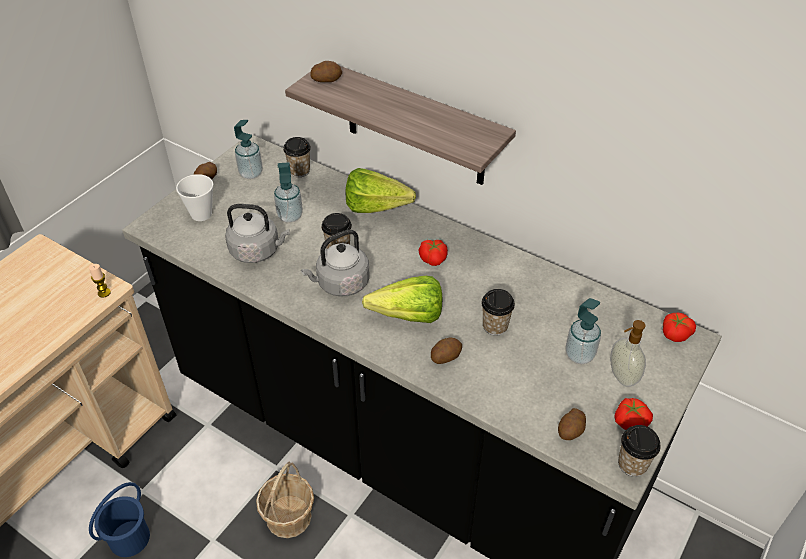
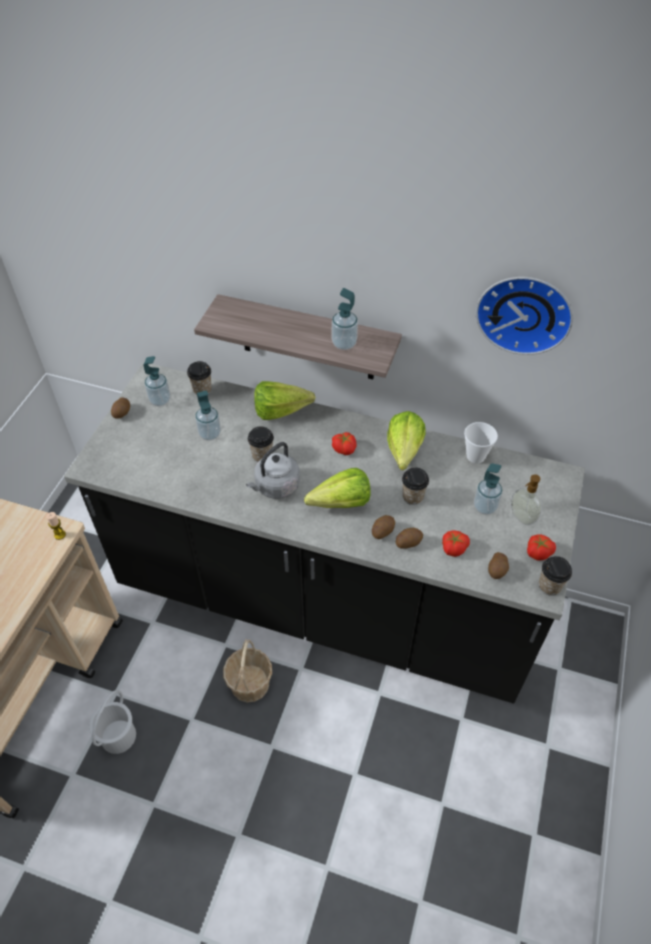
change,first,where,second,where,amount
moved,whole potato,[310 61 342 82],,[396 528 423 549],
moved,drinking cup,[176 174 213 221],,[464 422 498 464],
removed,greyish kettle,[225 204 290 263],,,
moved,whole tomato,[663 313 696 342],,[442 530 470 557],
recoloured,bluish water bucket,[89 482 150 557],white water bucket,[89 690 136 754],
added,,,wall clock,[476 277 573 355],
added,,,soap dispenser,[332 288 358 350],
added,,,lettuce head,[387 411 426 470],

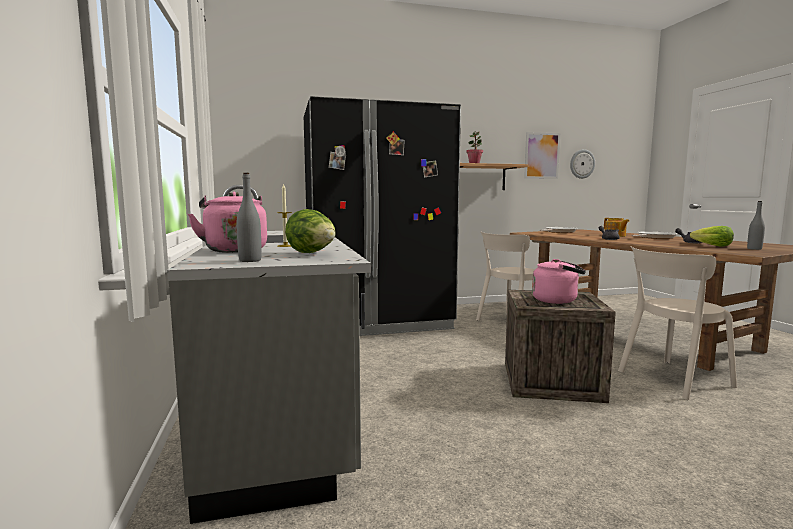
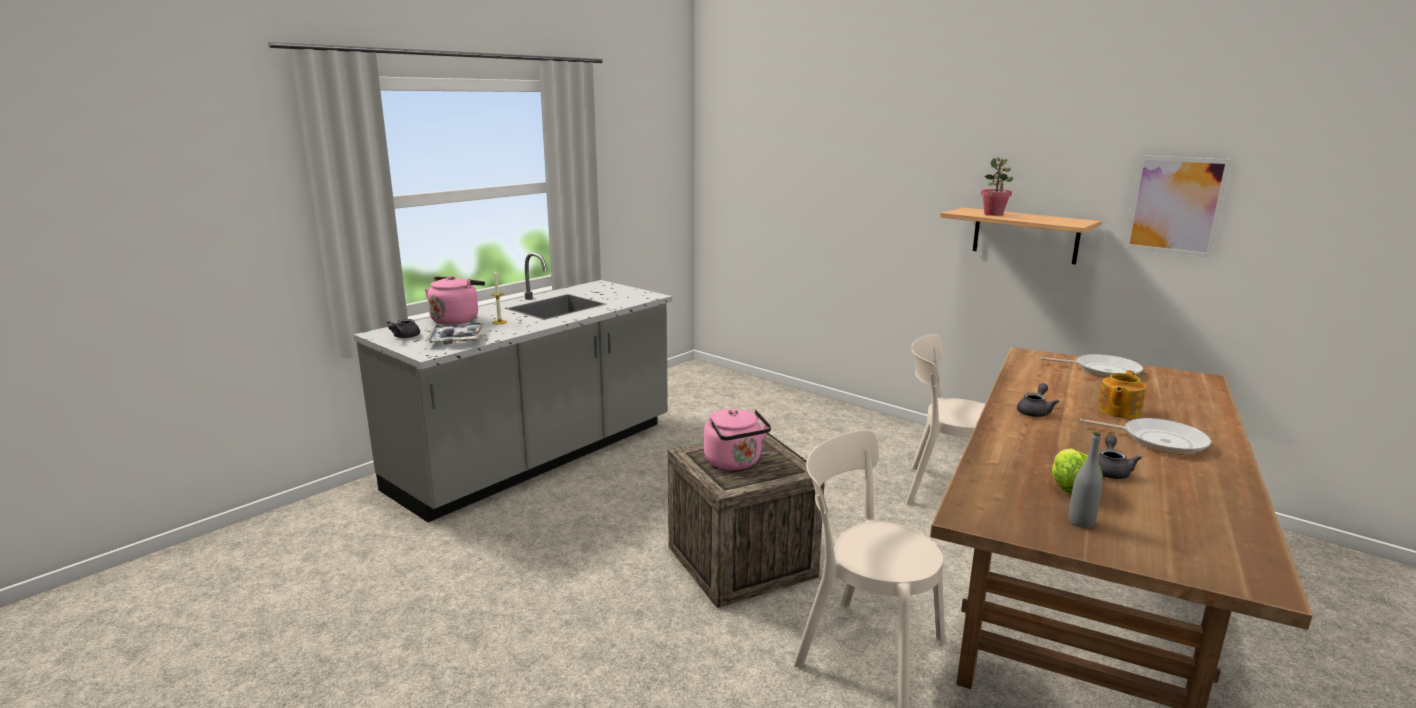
change,first,where,second,where,amount
removed,black-coloured fridge,[304 96 461 336],,,
removed,wall clock,[570 149 595 179],,,
replaced,greyish beverage bottle,[236 173 262 262],greyish teapot,[387 319 420 338],
replaced,lettuce head,[285 209 336 253],tray,[425 323 484 345],

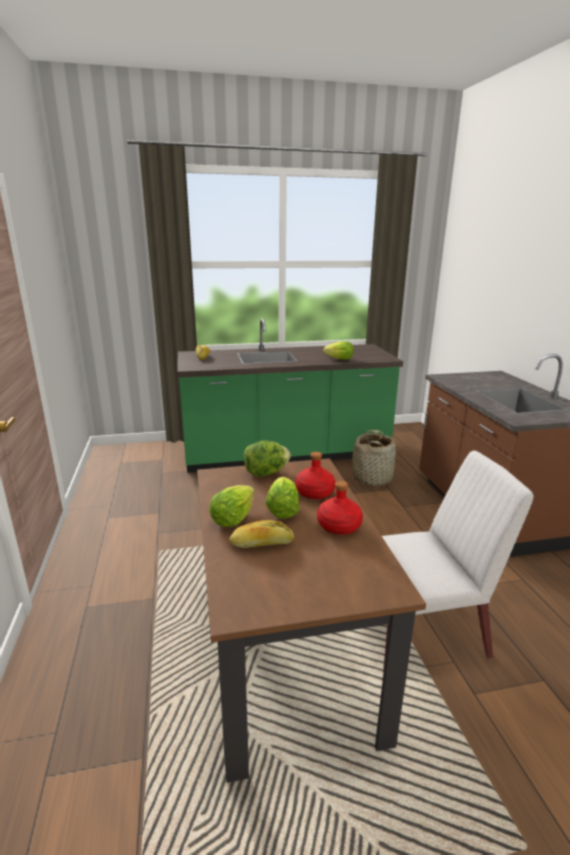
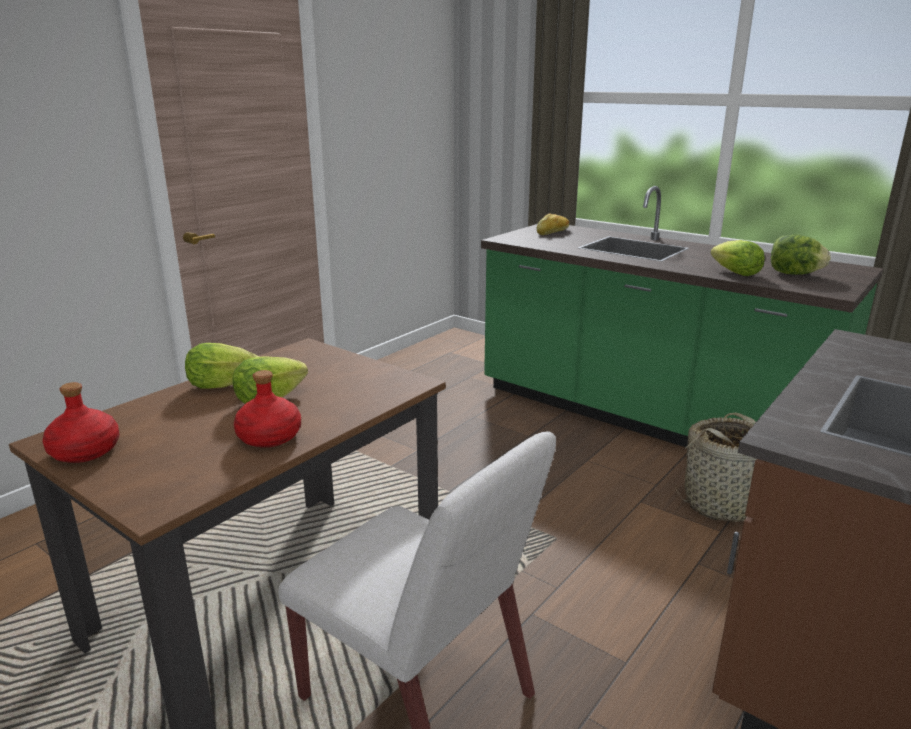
change,first,where,second,where,amount
moved,lettuce head,[244 441 291 476],,[771 235 831 275],
moved,red-coloured beverage bottle,[295 452 336 499],,[43 382 120 463],
removed,bakery bread,[229 520 294 548],,,

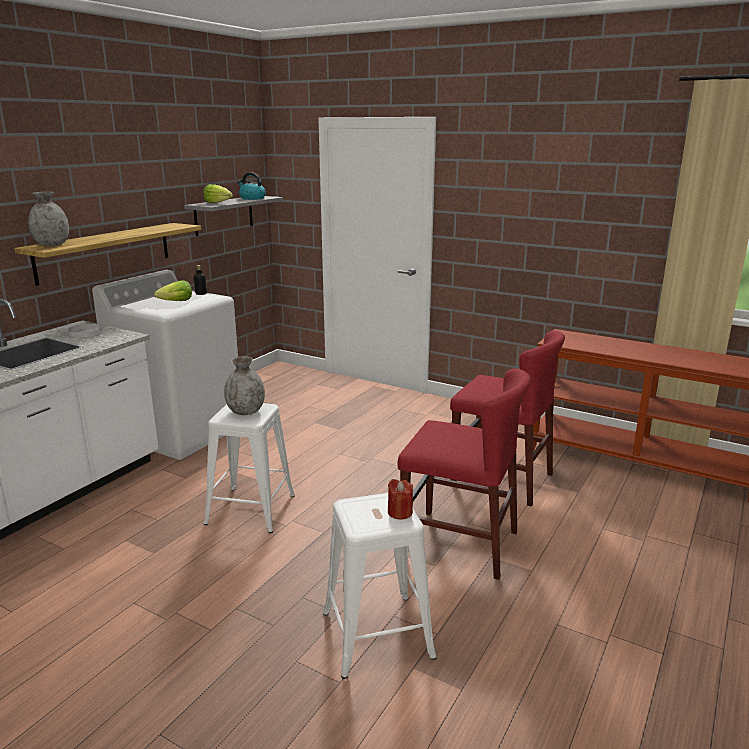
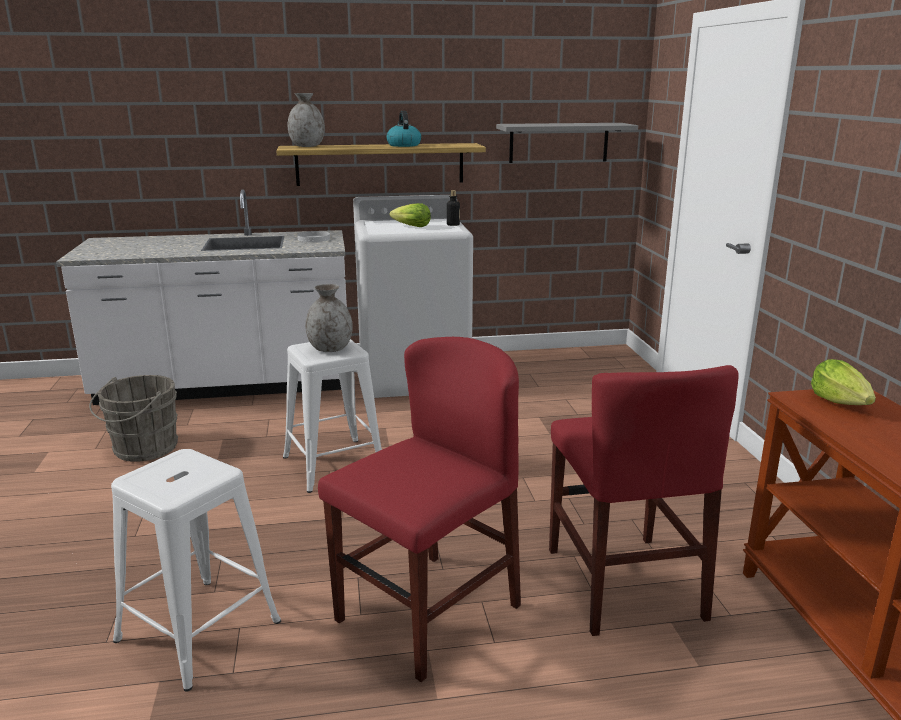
change,first,where,second,where,amount
moved,kettle,[237 172 266 200],,[387 111 421 147],
moved,lettuce head,[203 184 233 203],,[811 359 876 405],
turned,red-coloured plain chair,[398 368 531 580],,[318 337 521 682],120 degrees counterclockwise
removed,red-coloured wax light,[388 479 413 520],,,
added,,,greyish water bucket,[89 375 178 462],

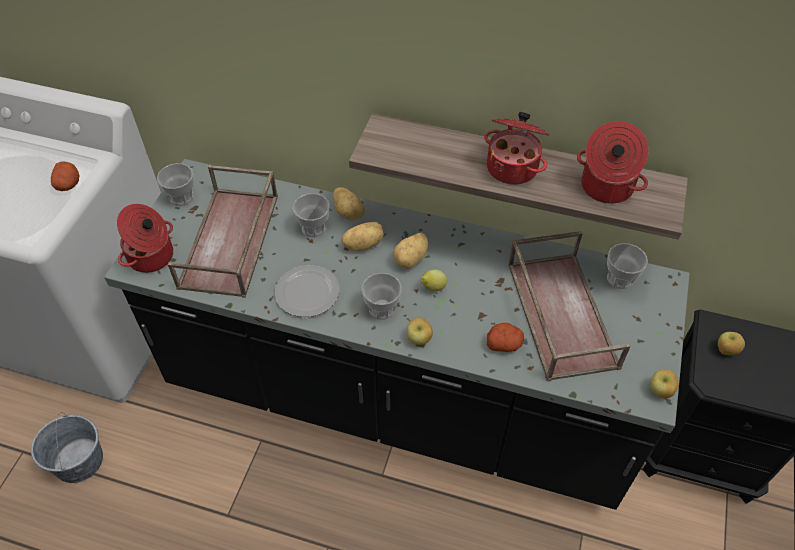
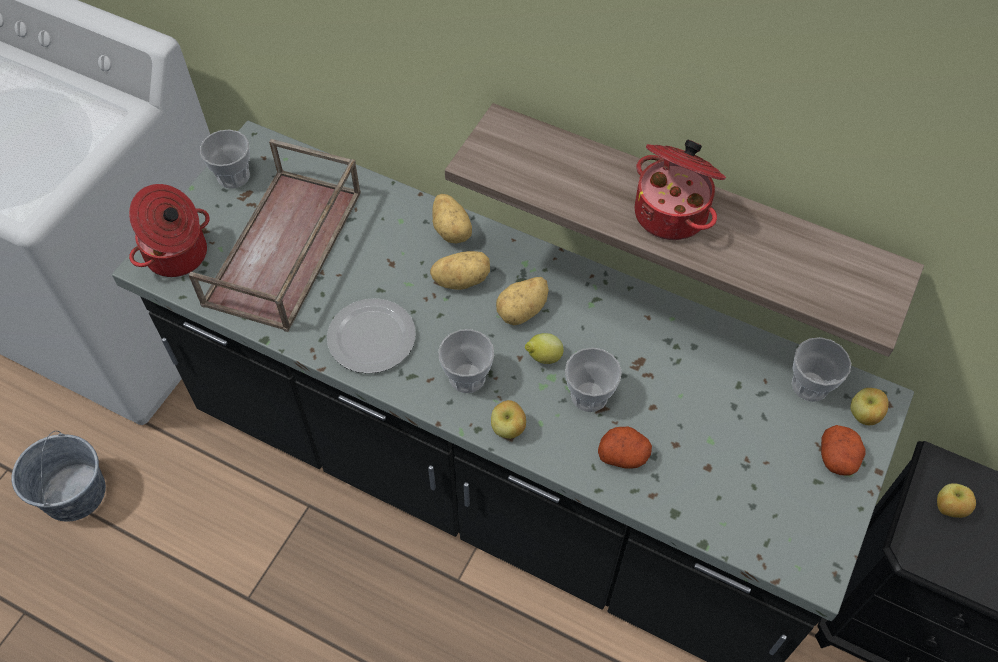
change,first,where,second,where,amount
removed,stockpot,[577 121 649 204],,,
moved,whole potato,[51 161 80 191],,[821 425 866 476],
moved,drinking cup,[293 193 330 237],,[565 347 622 412],
removed,brown tray,[508 231 631 381],,,
moved,apple fruit,[650 369 679 399],,[850 388 889 425],

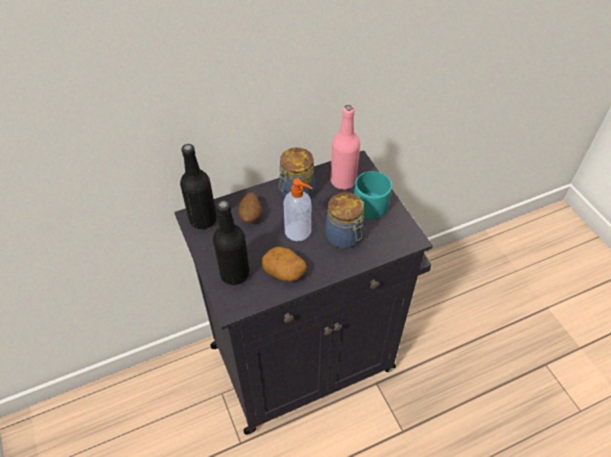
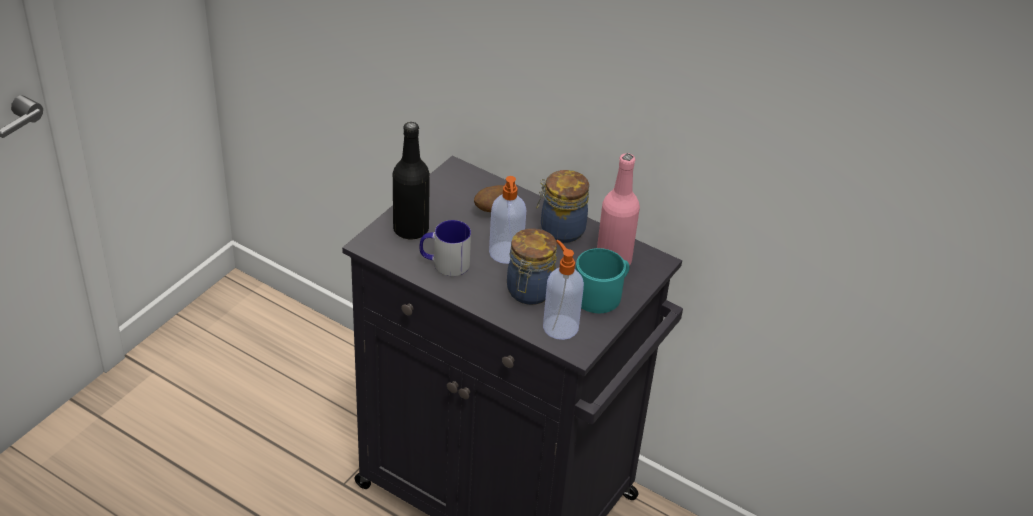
change,first,where,second,where,amount
removed,black-coloured beverage bottle,[180 144 217 229],,,
replaced,whole potato,[262 247 307 282],tea mug,[419 220 471 276],
added,,,soap dispenser,[543 240 584 340],

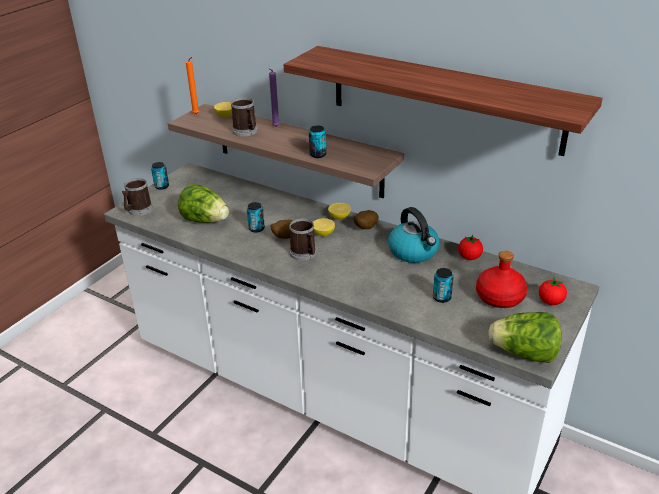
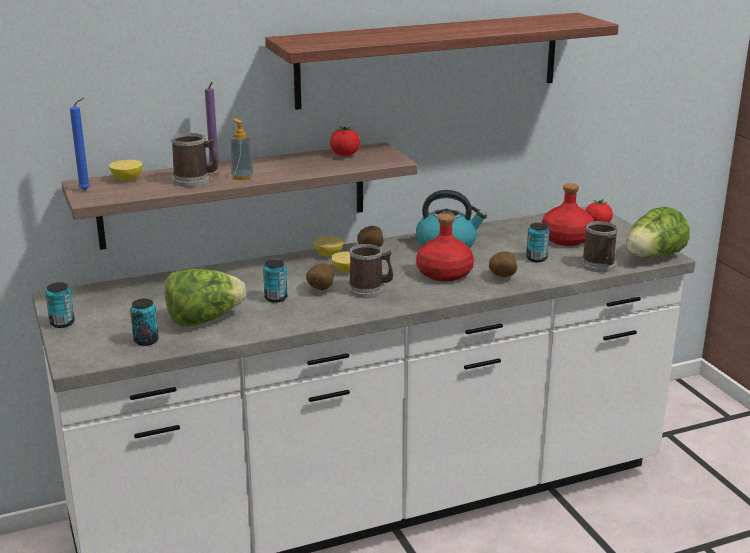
change,first,where,second,where,amount
recoloured,orange wax light,[186 57 199 114],bluish wax light,[70 98 90 190],
moved,can,[309 125 327 158],,[130 299 159 346],
moved,tea mug,[122 178 153 216],,[581 221 617 272],
moved,whole tomato,[458 235 483 260],,[330 126 360 156],
added,,,soap dispenser,[231 119 253 180],
added,,,red-coloured beverage bottle,[416 214 474 282],
added,,,whole potato,[489 251 517 278],

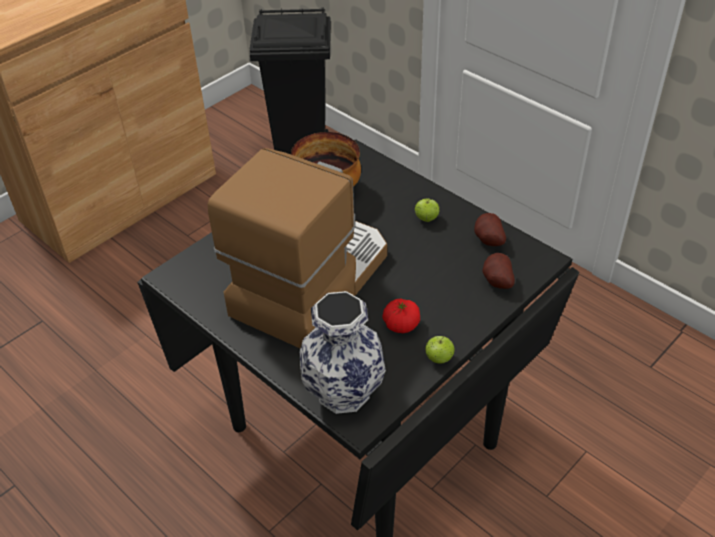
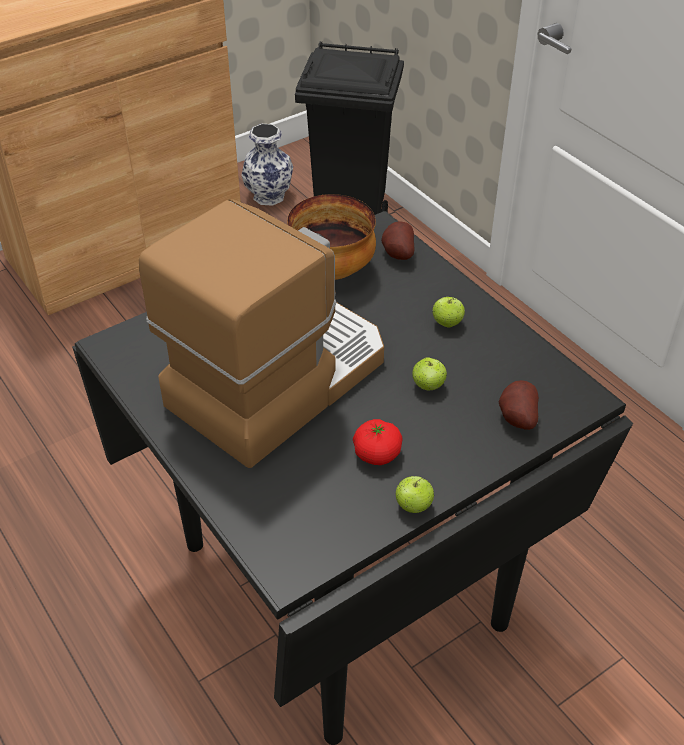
change,first,where,second,where,amount
moved,whole potato,[474 213 506 246],,[381 221 414 260],
moved,decorative vase,[299 291 386 414],,[241 124 293 206],
added,,,apple fruit,[412 357 447 390],

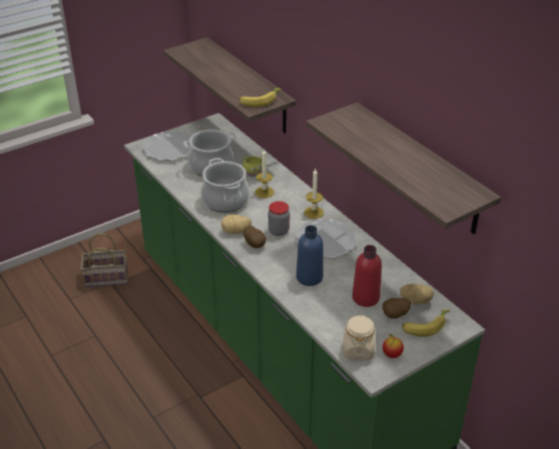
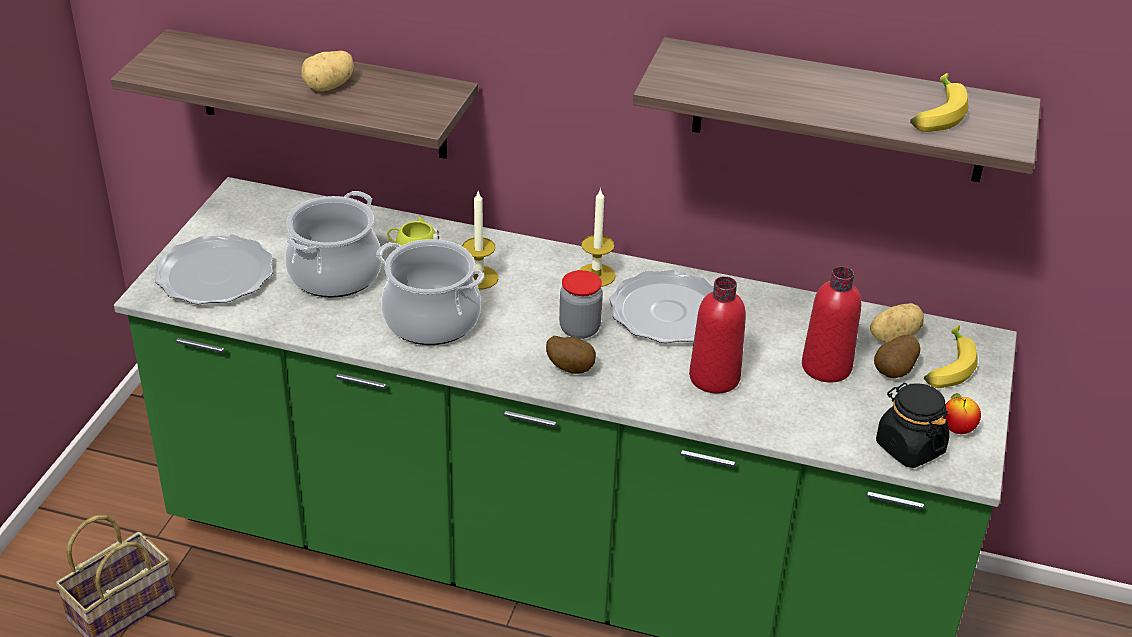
change,first,where,second,where,amount
moved,banana fruit,[239 88 281 107],,[910 73 968 132],
moved,whole potato,[221 214 252 234],,[301 51 354 91],
recoloured,bluish beverage bottle,[296 225 323 286],red-coloured beverage bottle,[689 276 746 394],
recoloured,sand-coloured preserve jar,[343 314 375 360],black-coloured preserve jar,[876 383 950 468],

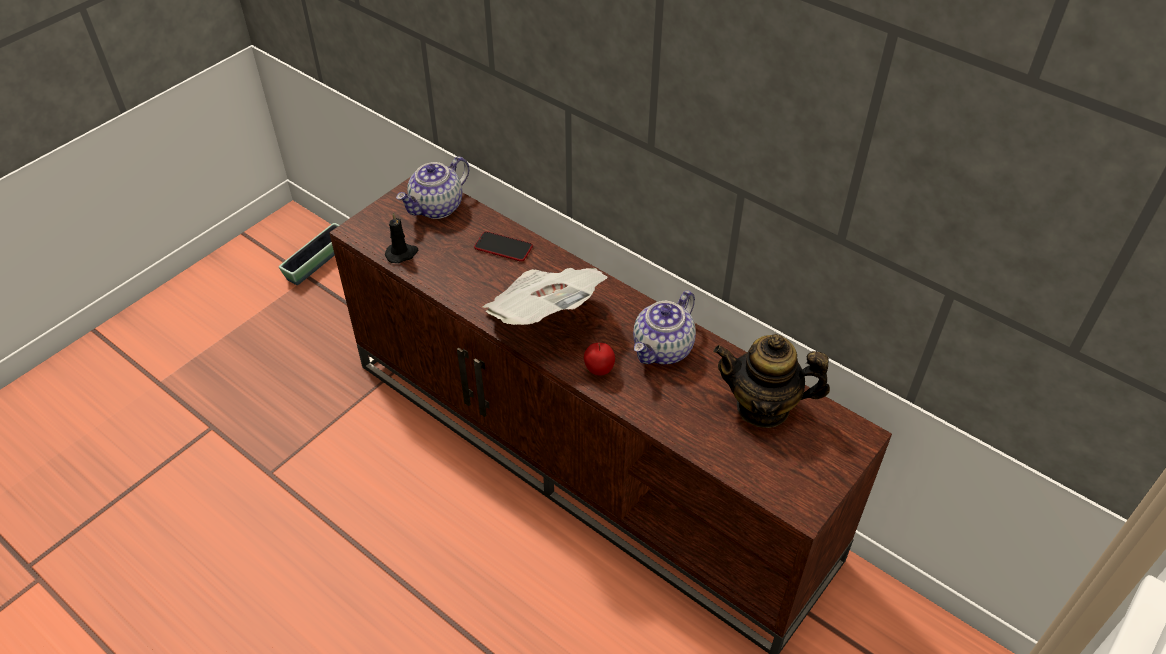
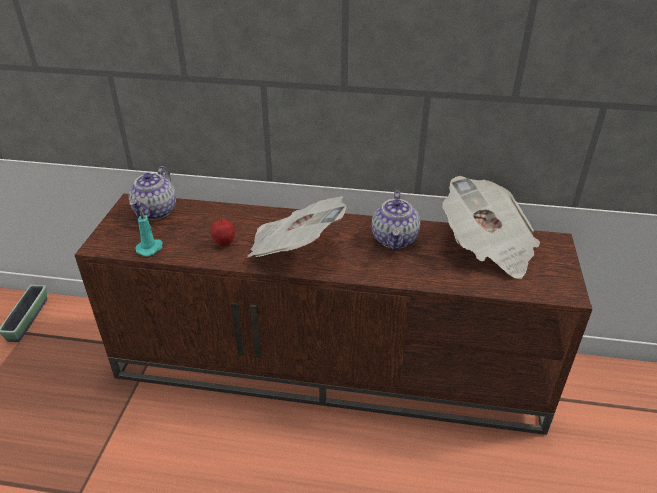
change,first,where,second,where,amount
recoloured,black-coloured wax light,[385 213 418 263],blue-green wax light,[135 210 163 256],
removed,handset,[474 231 533 262],,,
replaced,teapot,[713 334 830 428],printed paper,[443 176 540 279],
moved,apple fruit,[584 343 615 376],,[211 218 235 247],

